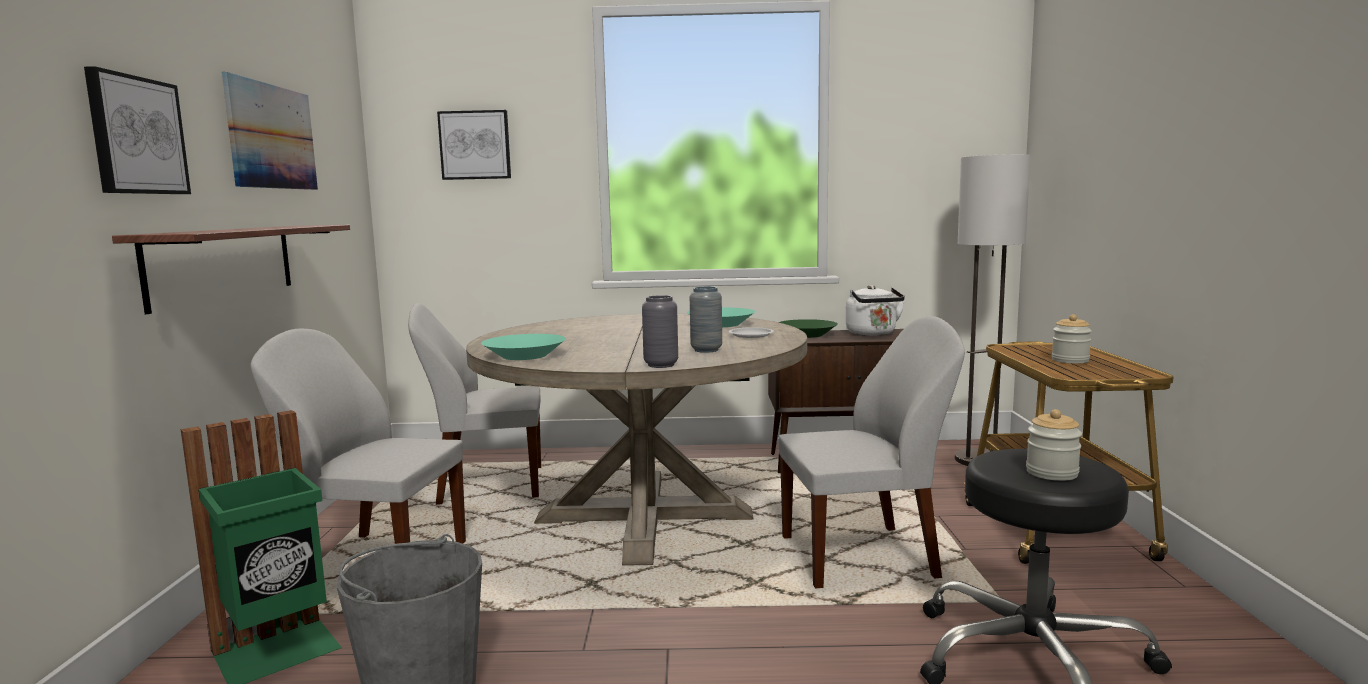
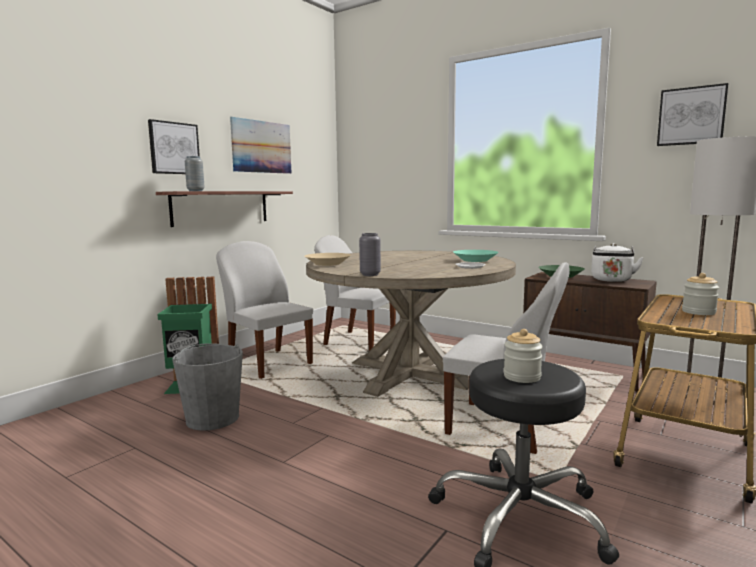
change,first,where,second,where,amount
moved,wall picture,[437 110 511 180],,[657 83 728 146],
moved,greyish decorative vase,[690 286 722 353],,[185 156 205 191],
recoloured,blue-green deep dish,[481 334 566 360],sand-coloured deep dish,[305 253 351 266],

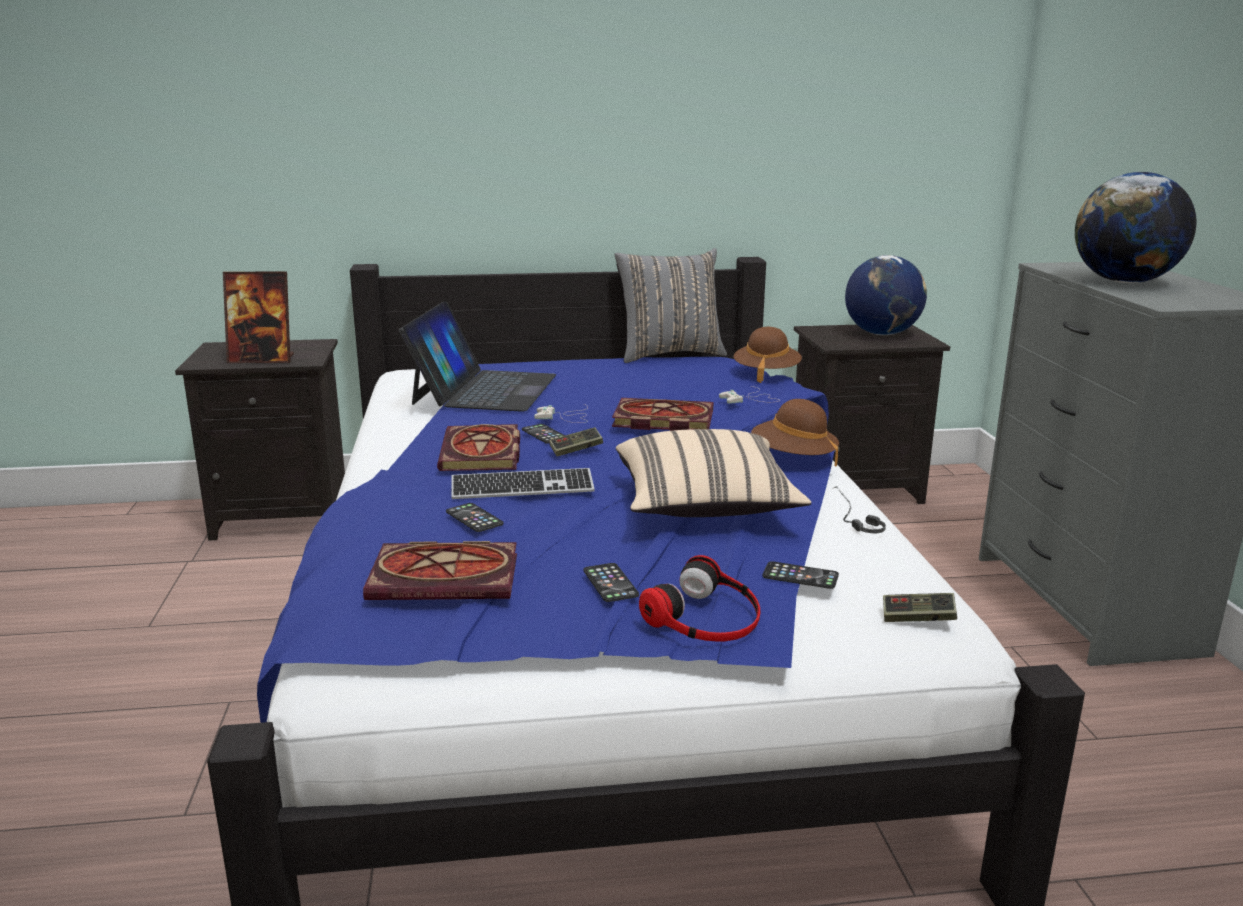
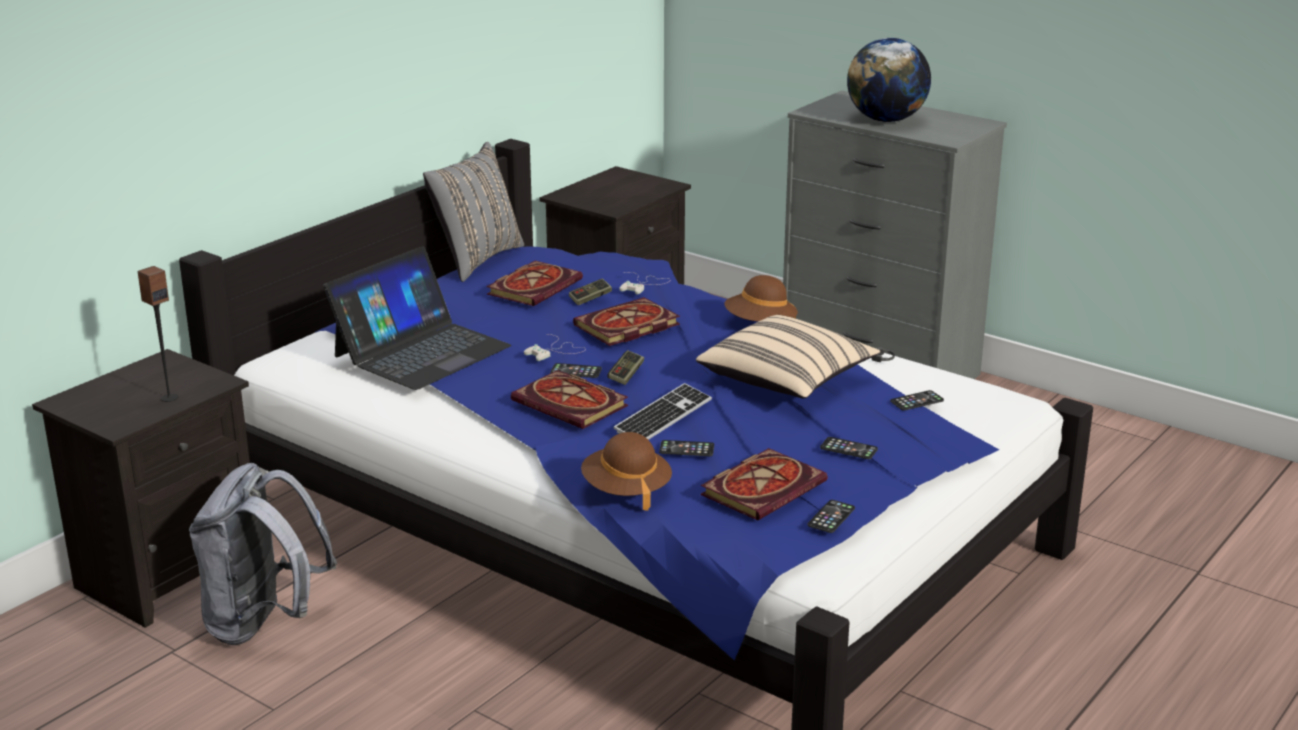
change,first,where,second,where,amount
removed,globe,[845 255 927 335],,,
replaced,photo frame,[223 271 294 363],audio speaker,[137 266 178 402],
turned,notebook computer,[399 301 556 412],,[323 246 512 390],75 degrees clockwise
moved,brown wearable hat,[734 327 802 383],,[581 432 672 511],
removed,headset,[639 555 760 642],,,
moved,gamepad,[883 593 957 622],,[569 278 612 305],
added,,,volume,[486 260 583 306],
added,,,greyish backpack,[189 463 337 645],
added,,,handset,[808 500 855 533],

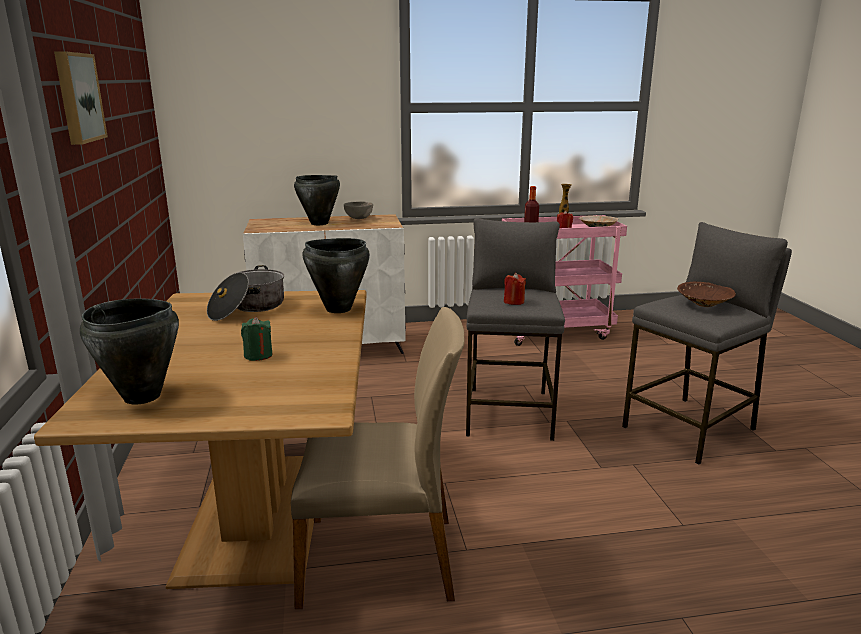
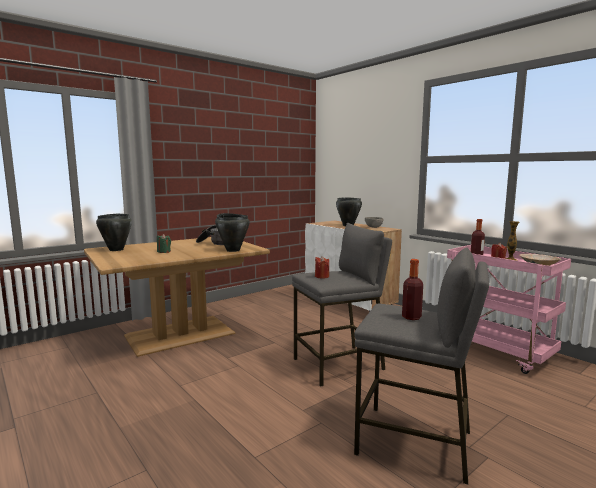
change,first,where,second,where,amount
removed,wall picture,[54 51 108 145],,,
replaced,brown deep dish,[677 282 736 307],beverage bottle,[402 259 423 320],
removed,sand-coloured plain chair,[290 307 464 609],,,

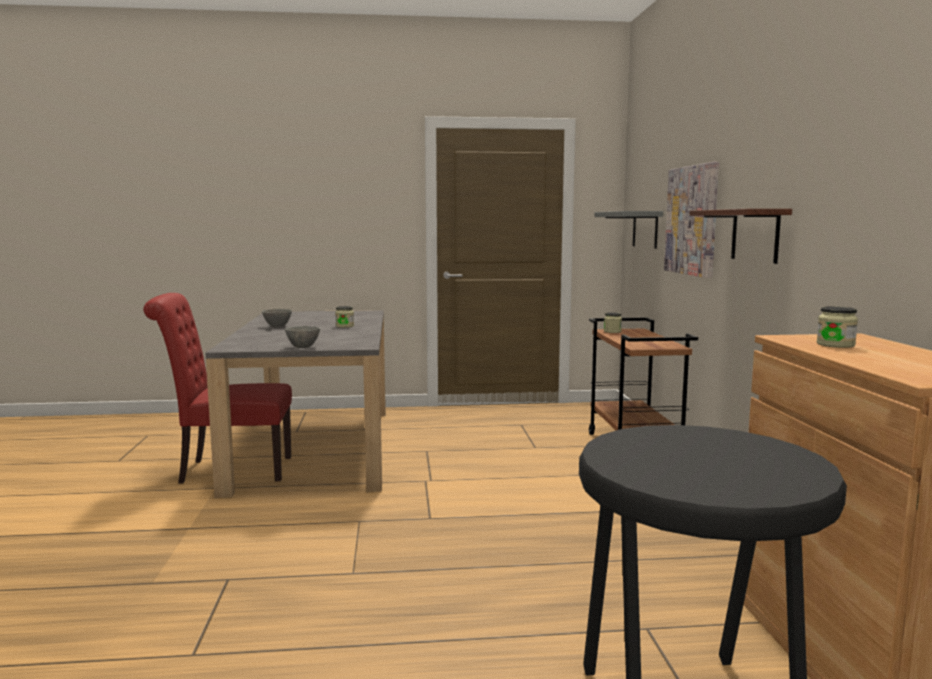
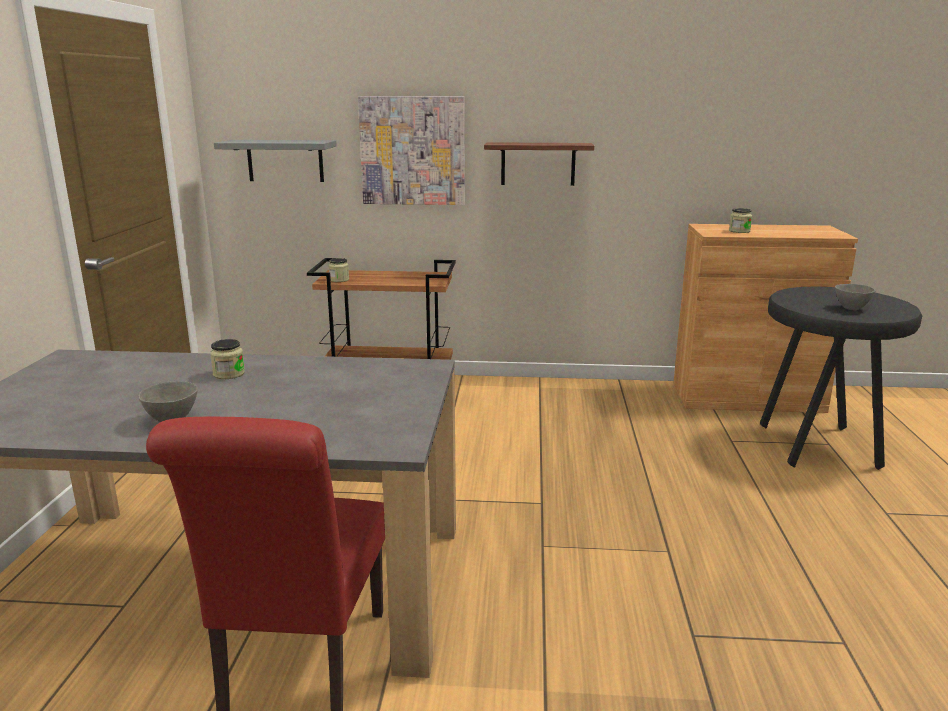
change,first,where,second,where,amount
moved,greyish deep dish,[285 326 320 348],,[835 284 876 310],

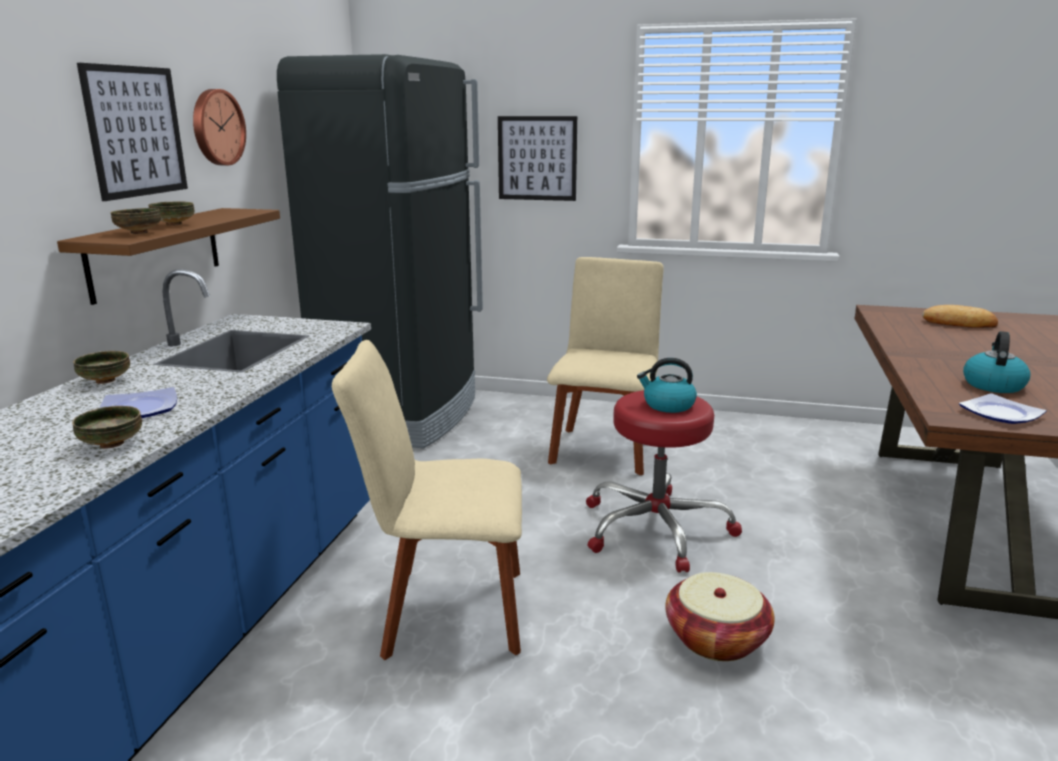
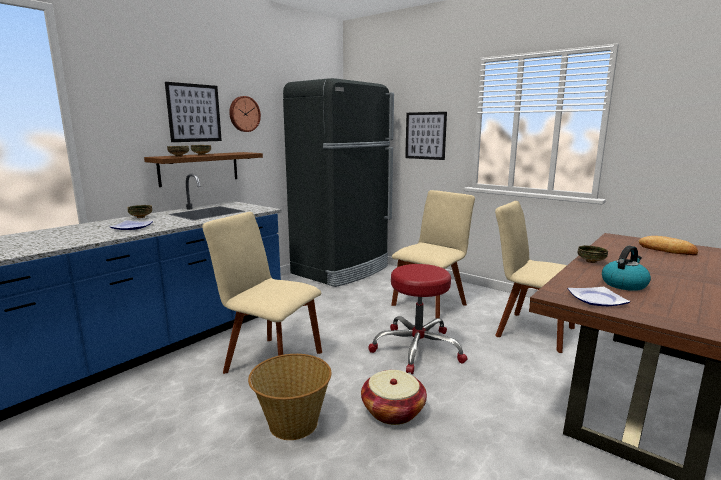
change,first,where,second,where,amount
removed,kettle,[637 358 697 413],,,
moved,deep dish,[72 406 142 449],,[577 245 608 263],
added,,,sand-coloured plain chair,[495 201 575 353],
added,,,basket,[248 354 331 440],

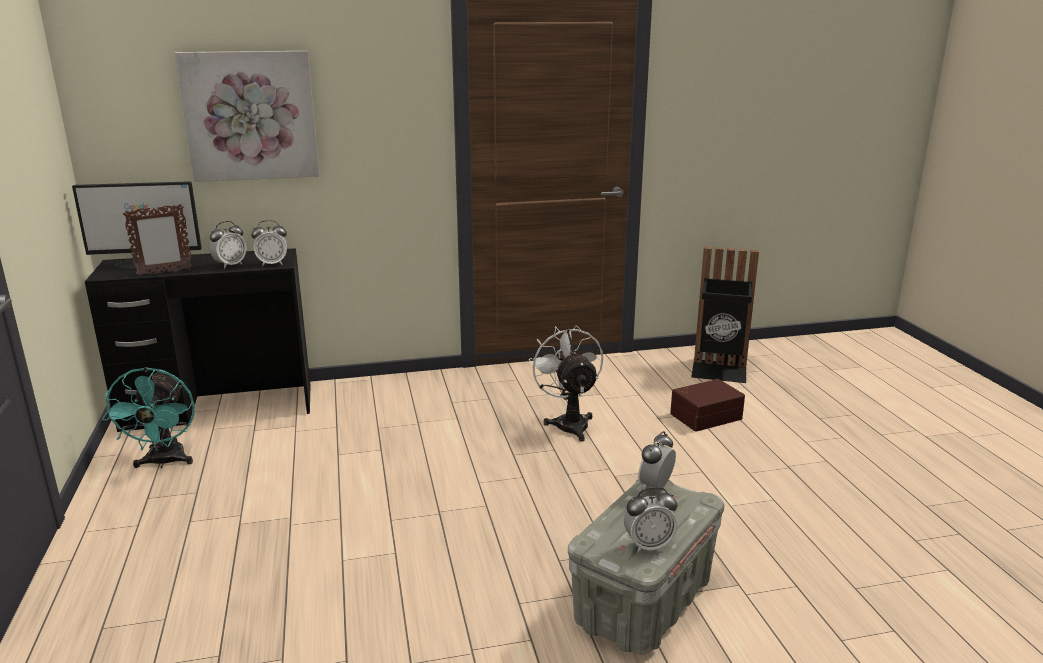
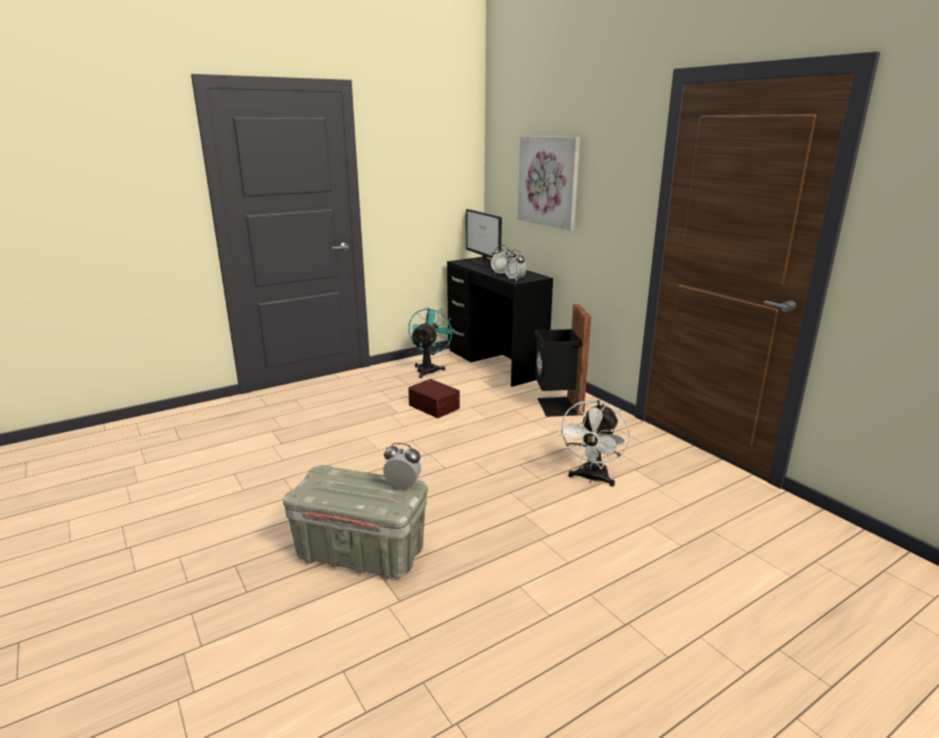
change,first,where,second,where,amount
removed,photo frame,[123 204 193 276],,,
moved,black-coloured rubbish bin,[691 246 759 383],,[535 304 591 417],
turned,white cooling fan,[529 325 603 442],,[558 400 629 487],150 degrees clockwise
turned,blue-green cooling fan,[102 367 195 468],,[408 307 455 378],135 degrees clockwise
moved,brown storage container,[670 379 745 432],,[408 379 460 418],
removed,alarm clock,[624 487 677 553],,,

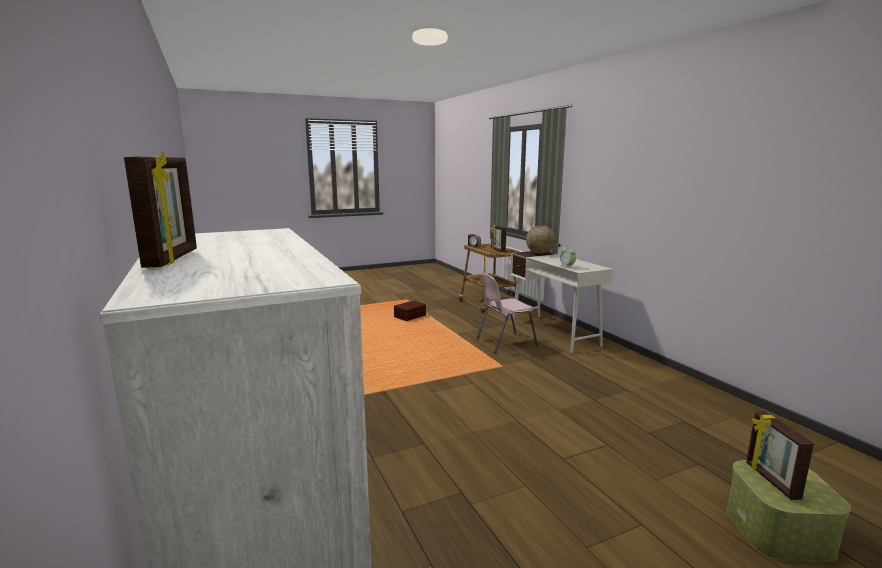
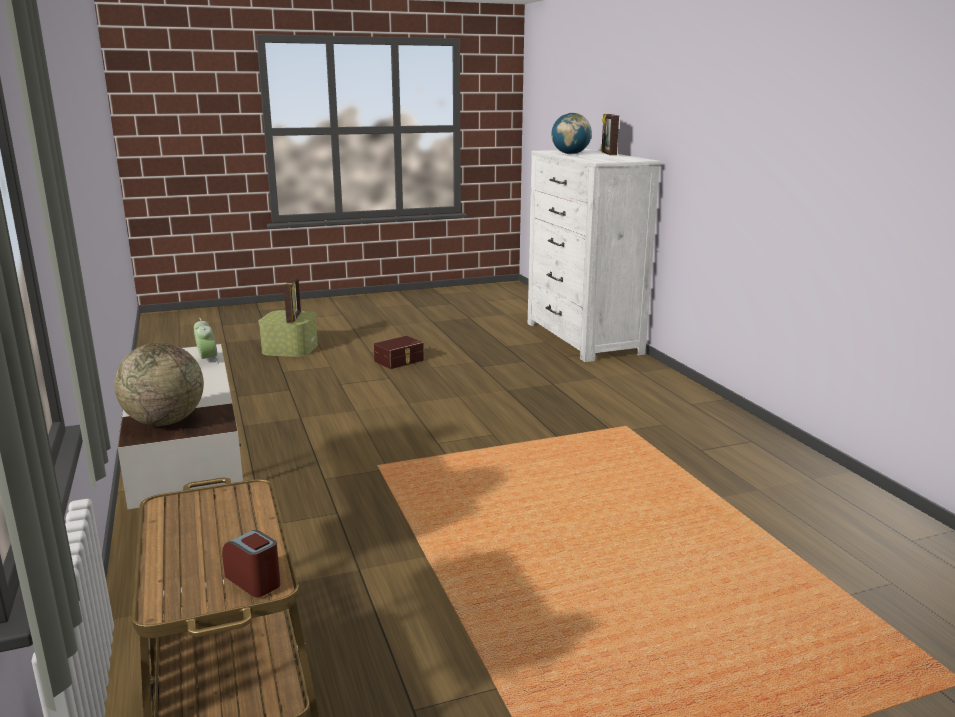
change,first,where,second,where,amount
removed,photo frame,[491 225 506 252],,,
removed,pinkish plain chair,[476 273 538 353],,,
moved,brown storage container,[394 300 426 321],,[374 336 424 369],
added,,,globe,[551 113 592 154],

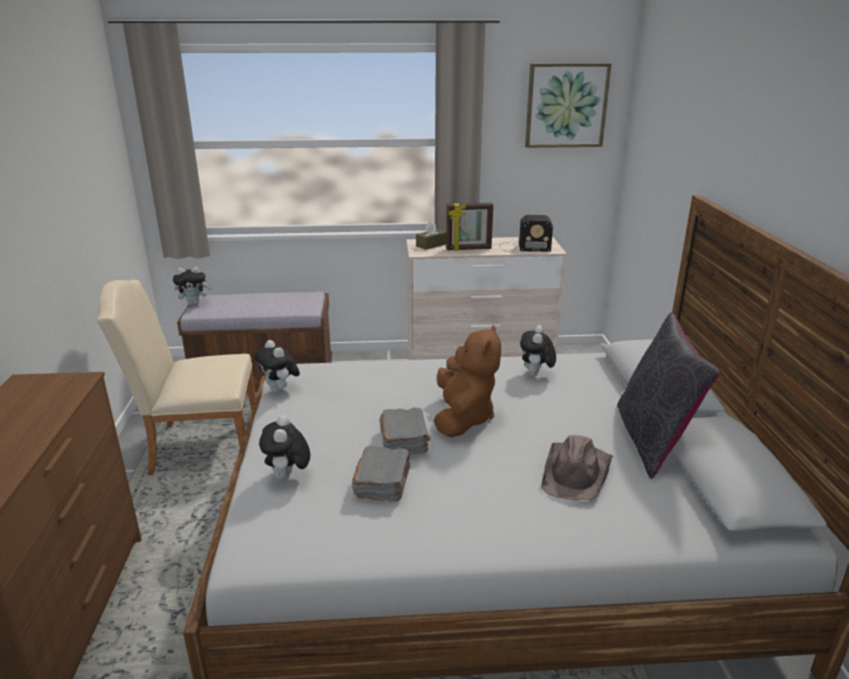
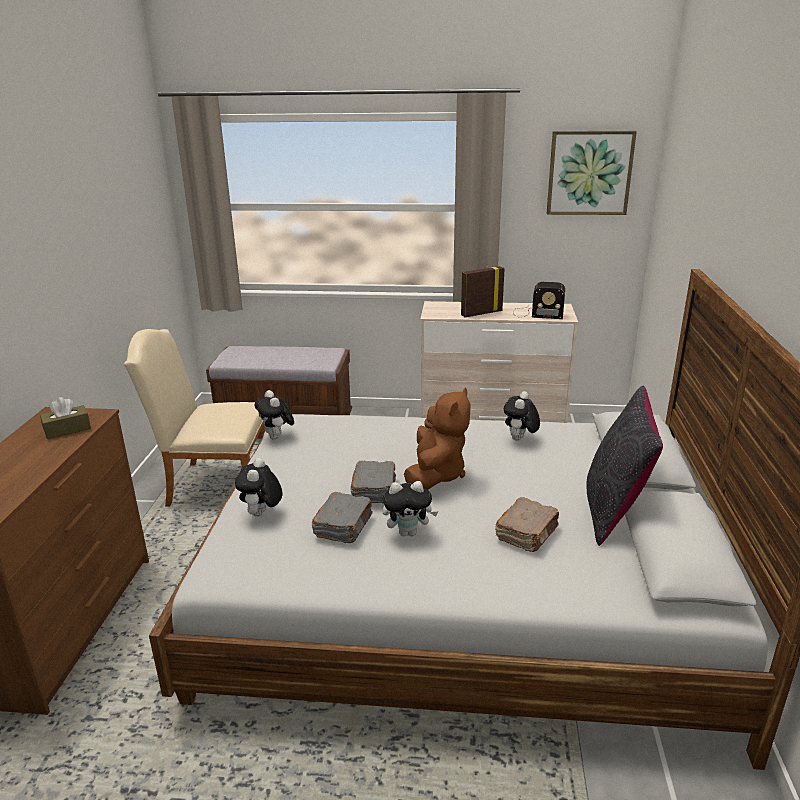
change,first,where,second,where,amount
turned,photo frame,[446 203 493 251],,[461 266 505 317],150 degrees clockwise
moved,brown tissue holder,[416 221 446 250],,[40 397 91 439],
moved,cuddly toy,[173 267 212 305],,[382 481 438 537],
replaced,brown wearable hat,[541 435 613 500],brown volume,[495 497 559 552],

